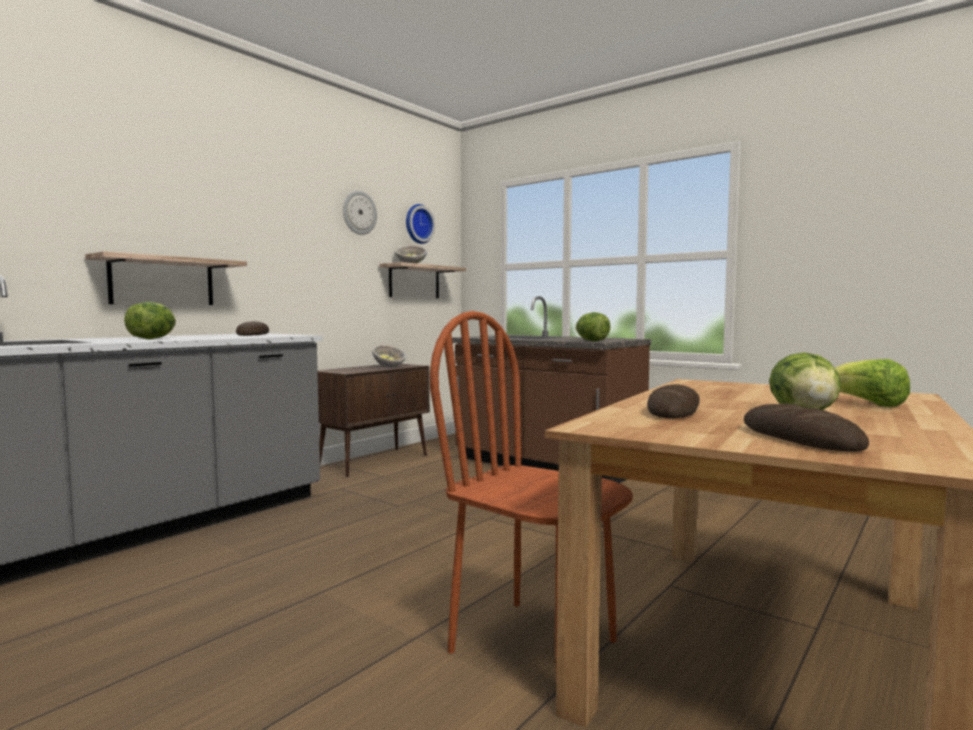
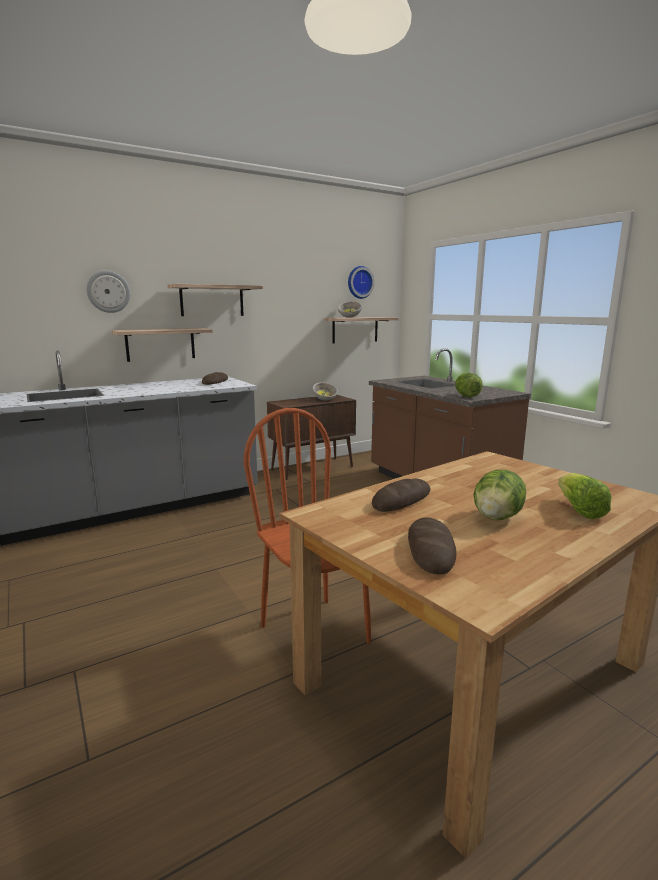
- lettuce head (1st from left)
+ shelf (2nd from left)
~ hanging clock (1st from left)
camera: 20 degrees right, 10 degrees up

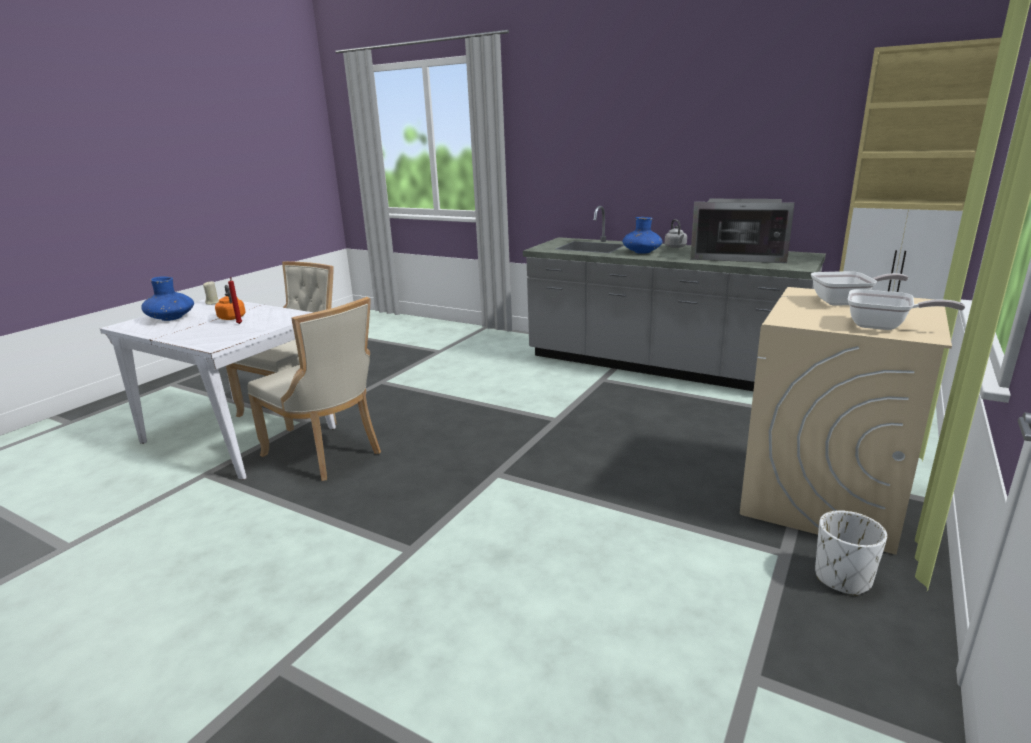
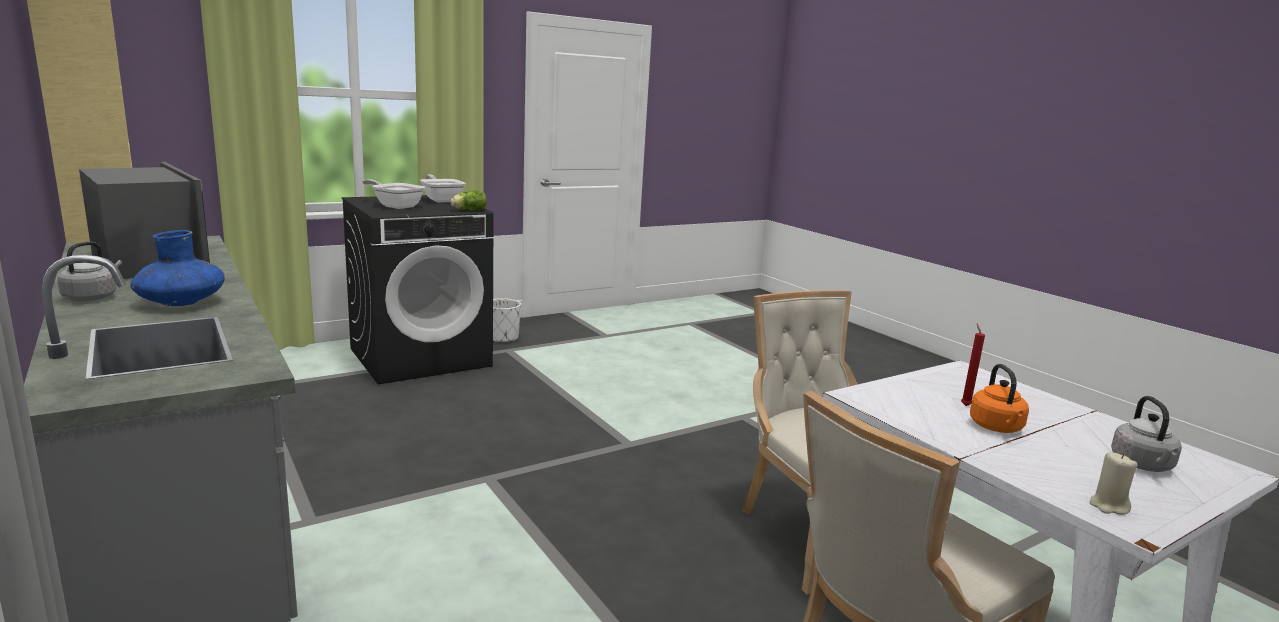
+ lettuce head
~ decorative vase (bluish) (1st from left) to kettle (greyish) (2nd from left)
~ washing machine (beige) to washing machine (black-coloured)
camera: 155 degrees left, 5 degrees down

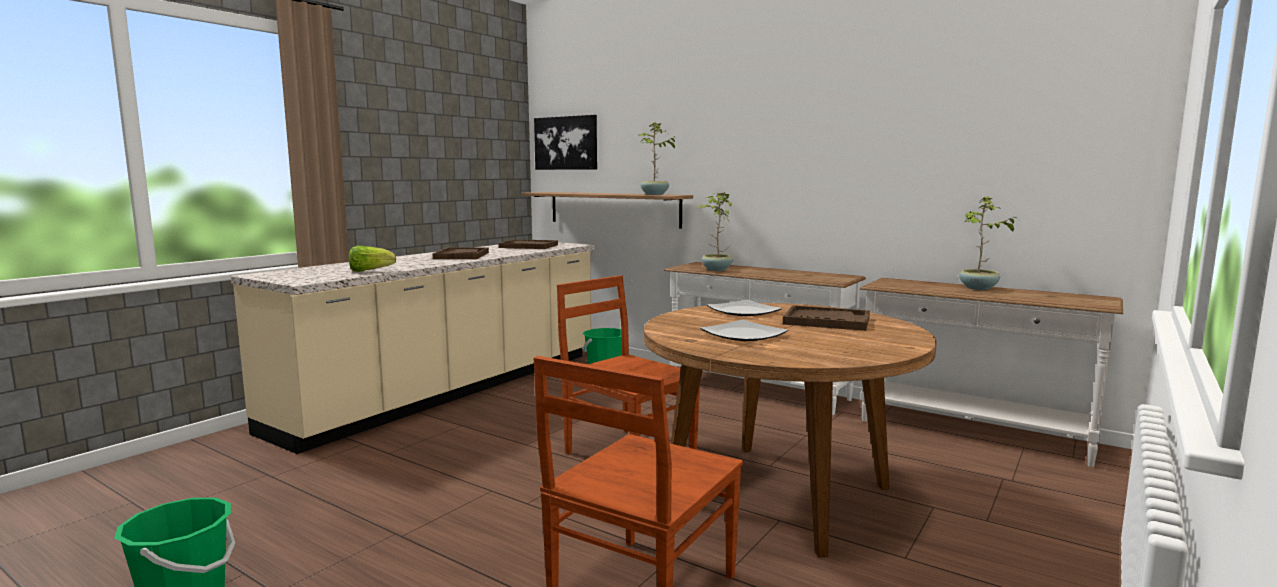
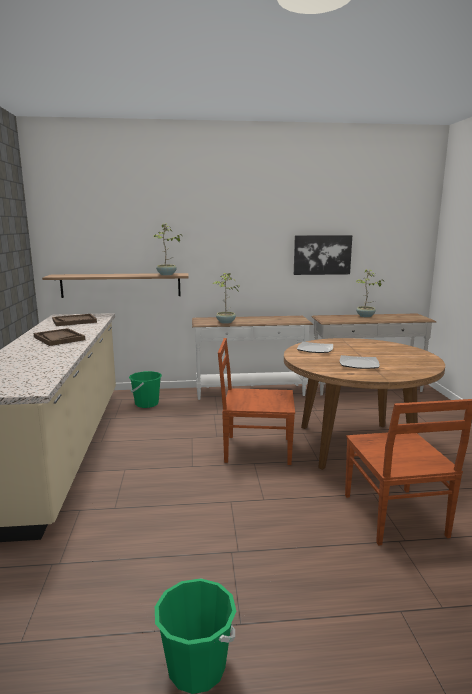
- lettuce head
- serving tray (brown-coloured) (3rd from left)
~ picture
camera: 40 degrees left, 5 degrees up

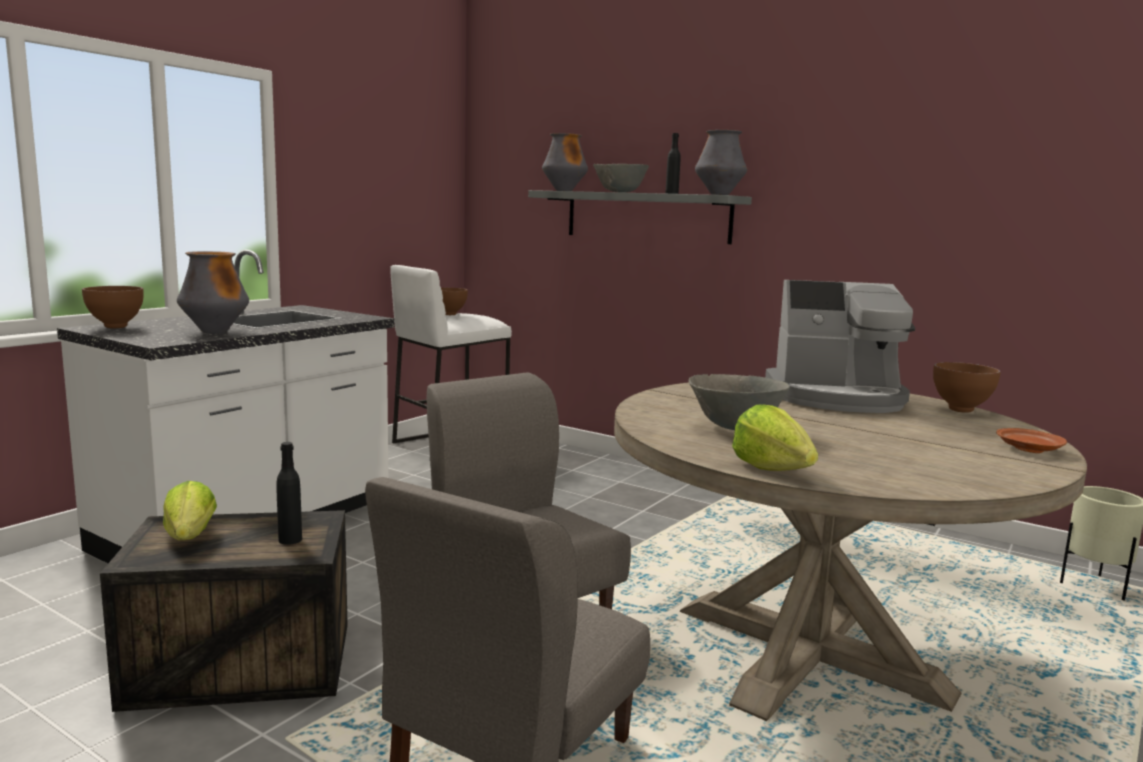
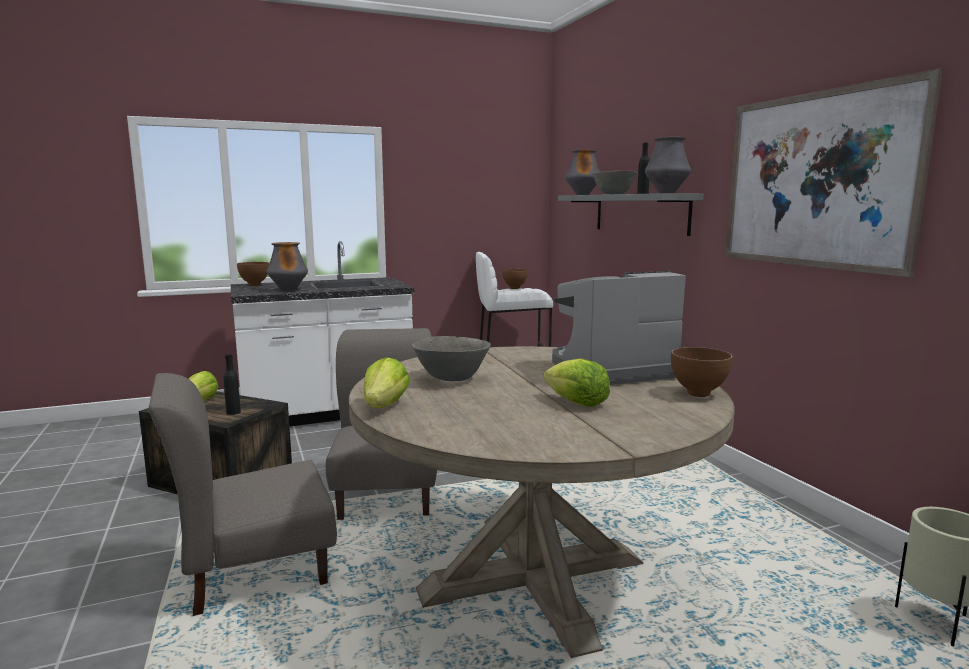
- flat dish (brown-coloured)
+ lettuce head (3rd from left)
+ picture
~ coffee brewer 120 degrees clockwise
camera: 35 degrees right, 0 degrees up

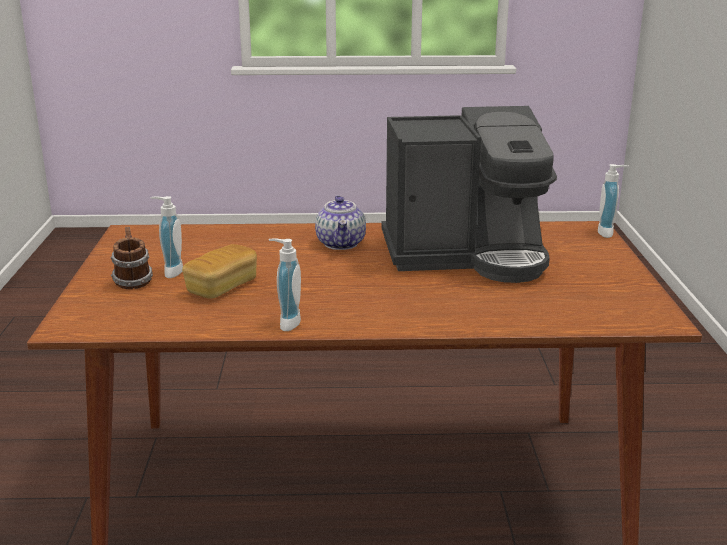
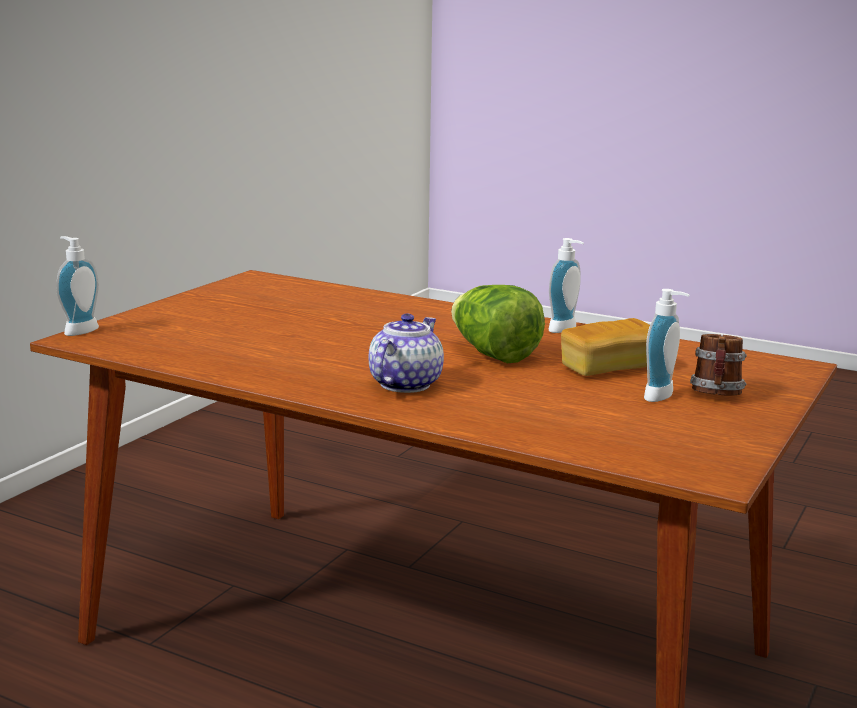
- coffee brewer
+ lettuce head
camera: 150 degrees left, 5 degrees down

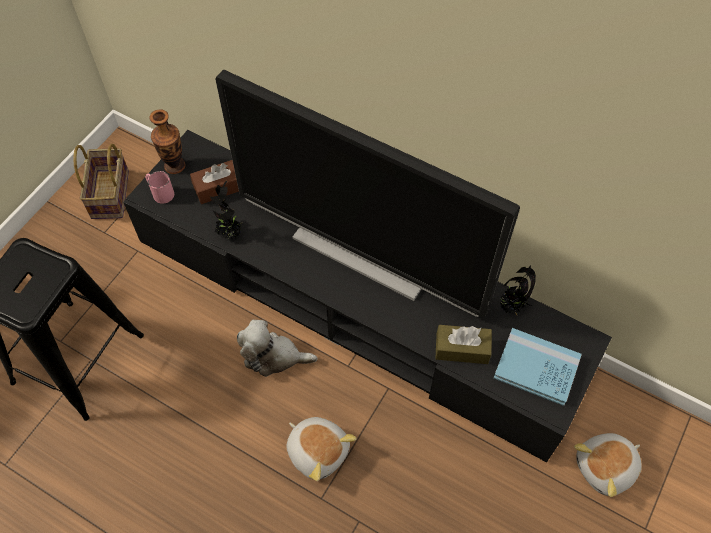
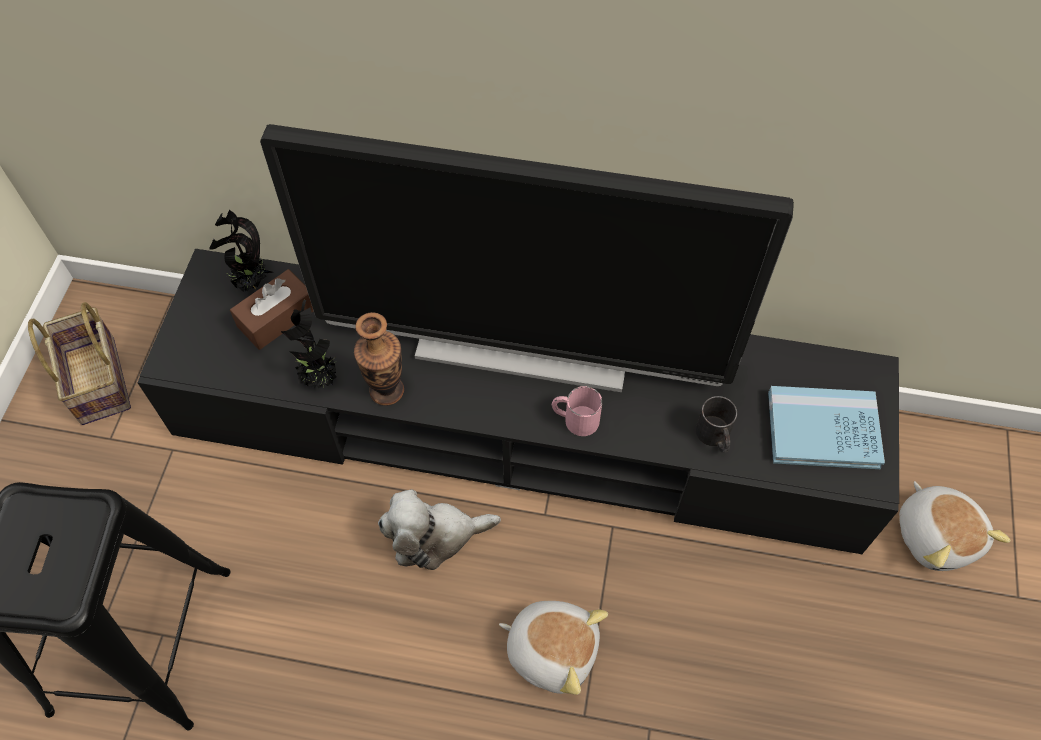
~ mug (pink)
~ decorative vase
~ plant in a pot (2nd from left in the first image) to plant in a pot (1st from left)
~ box of tissues (brown-coloured) (2nd from left) to mug (black-coloured)
~ cuddly toy (3rd from left) 60 degrees counterclockwise
camera: 20 degrees left, 0 degrees up

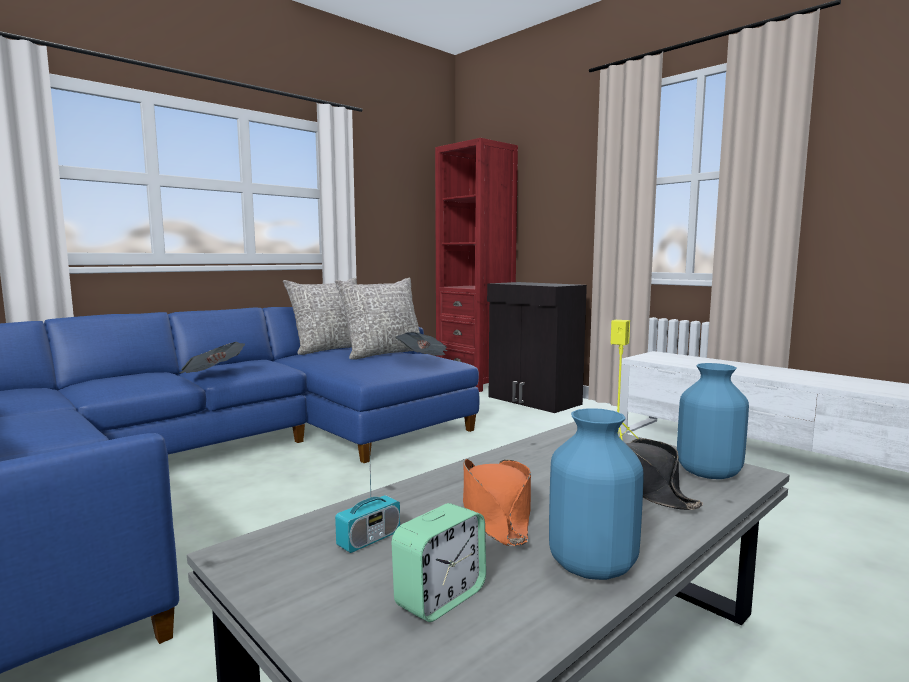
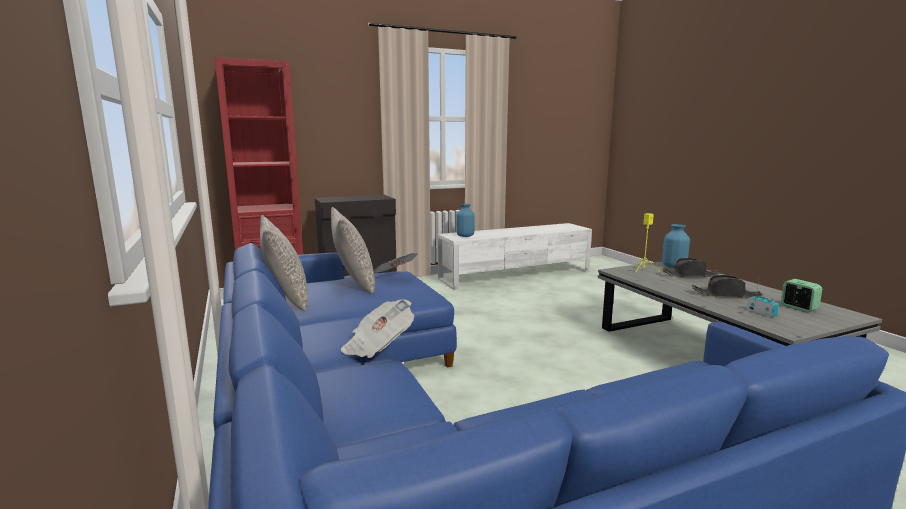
~ decorative vase (bluish) (1st from left)
~ clothing hat (orange) to clothing hat (black-coloured) (2nd from left)
camera: 70 degrees left, 5 degrees up

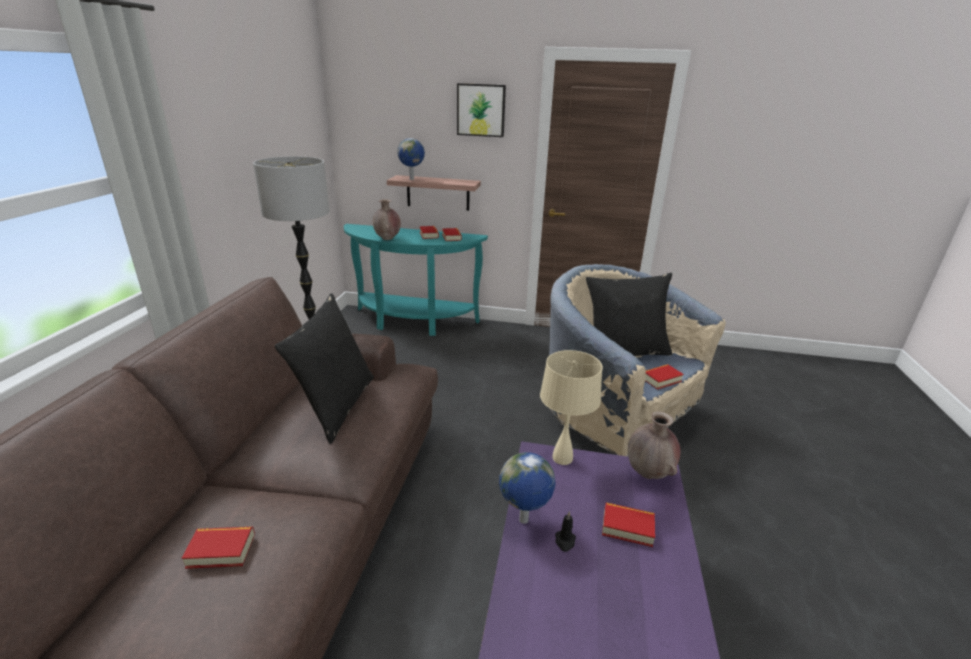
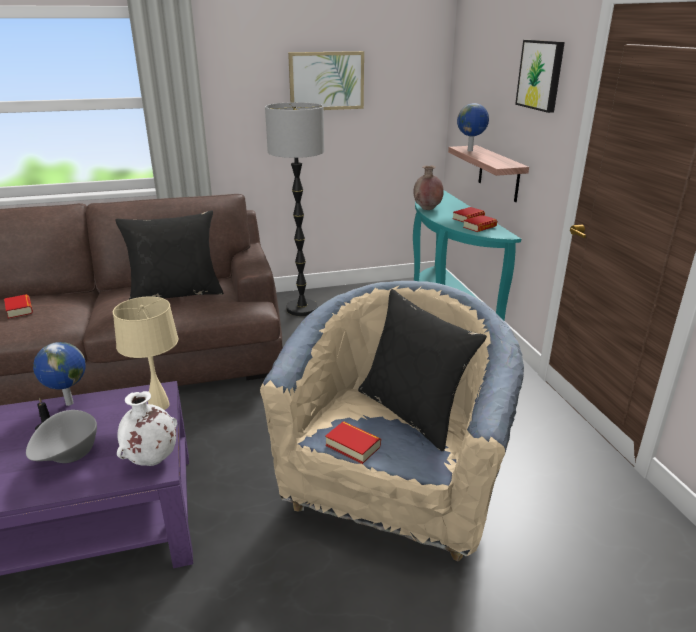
+ picture (1st from left)
~ bound book (4th from left) to serving bowl (greyish)
~ decorative vase (brown-coloured) (2nd from left) to decorative vase (white)
camera: 65 degrees right, 0 degrees up

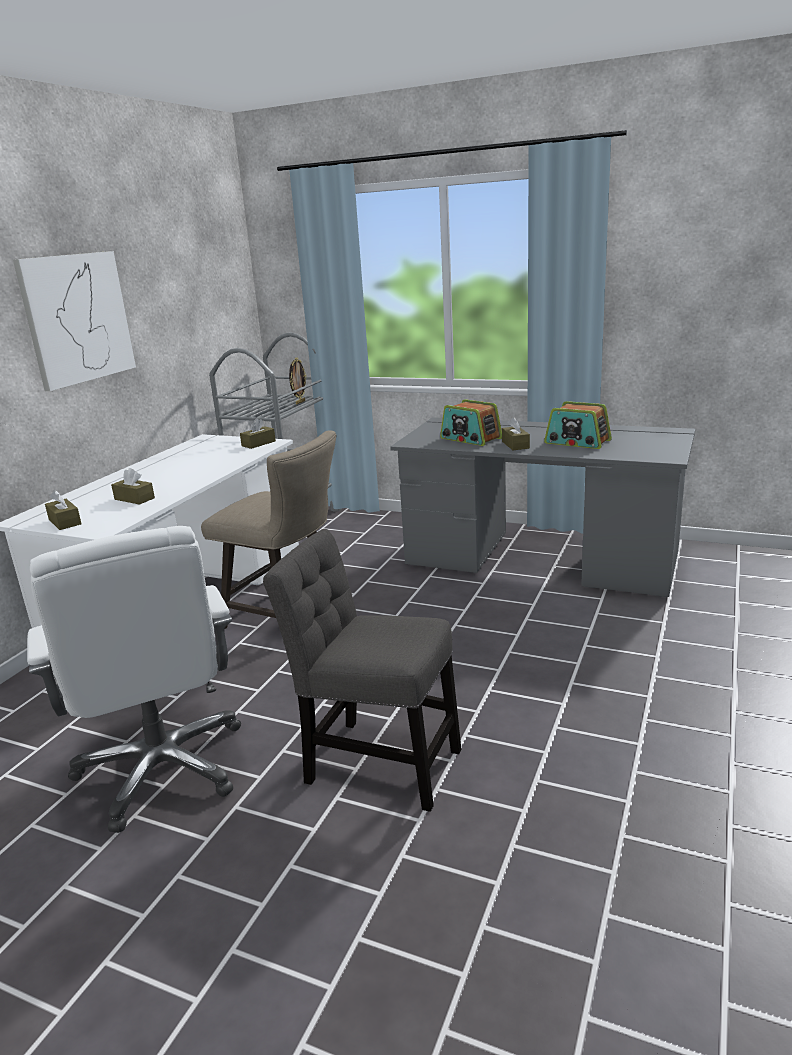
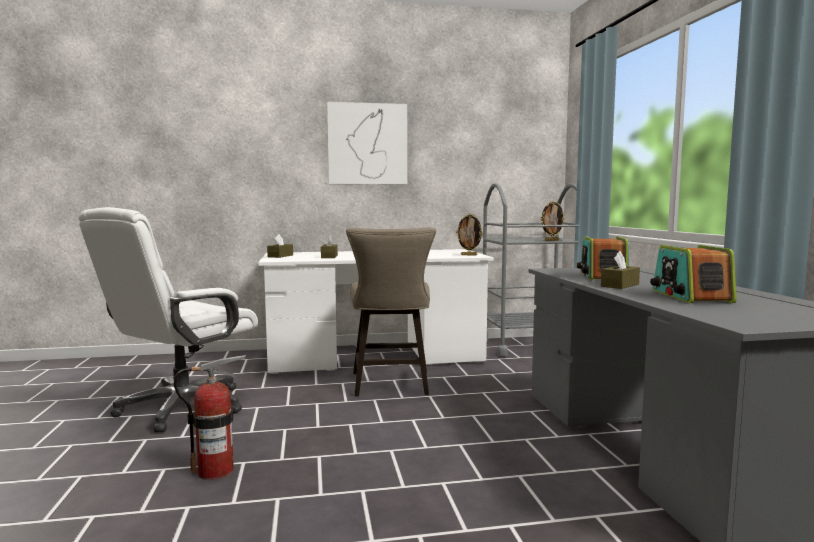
~ box of tissues (brown-coloured) (3rd from left) to photo frame (1st from left)
~ plain chair (greyish) to extinguisher
camera: 55 degrees right, 15 degrees down

